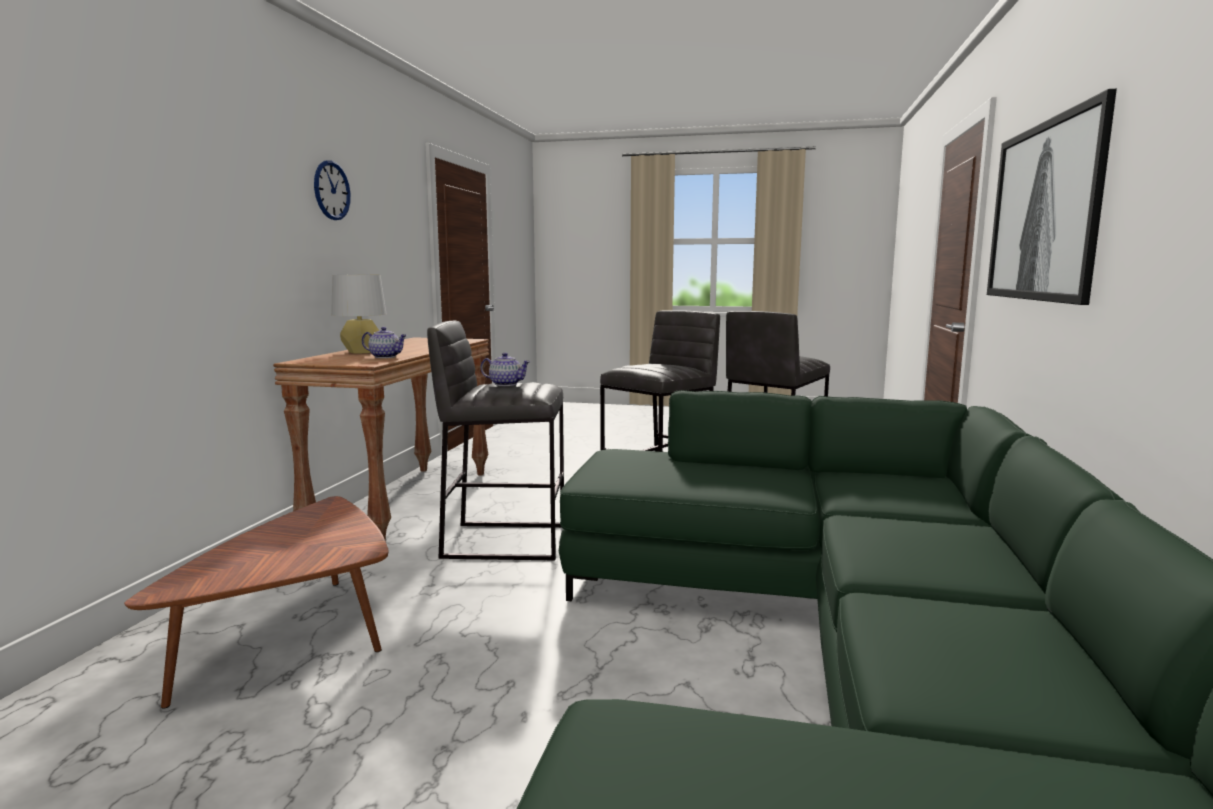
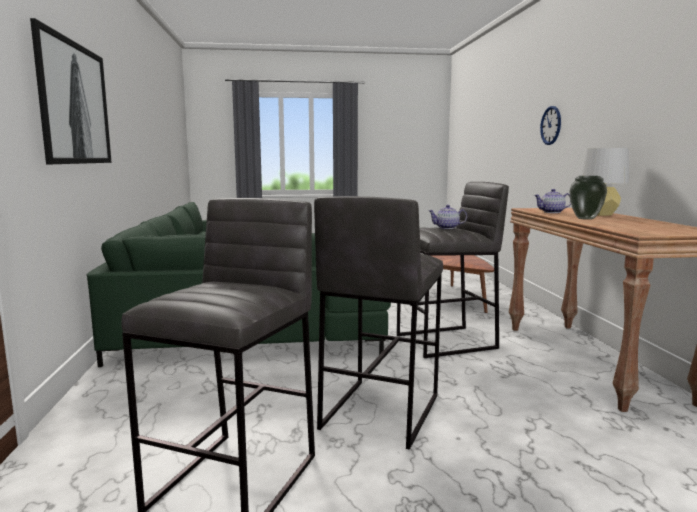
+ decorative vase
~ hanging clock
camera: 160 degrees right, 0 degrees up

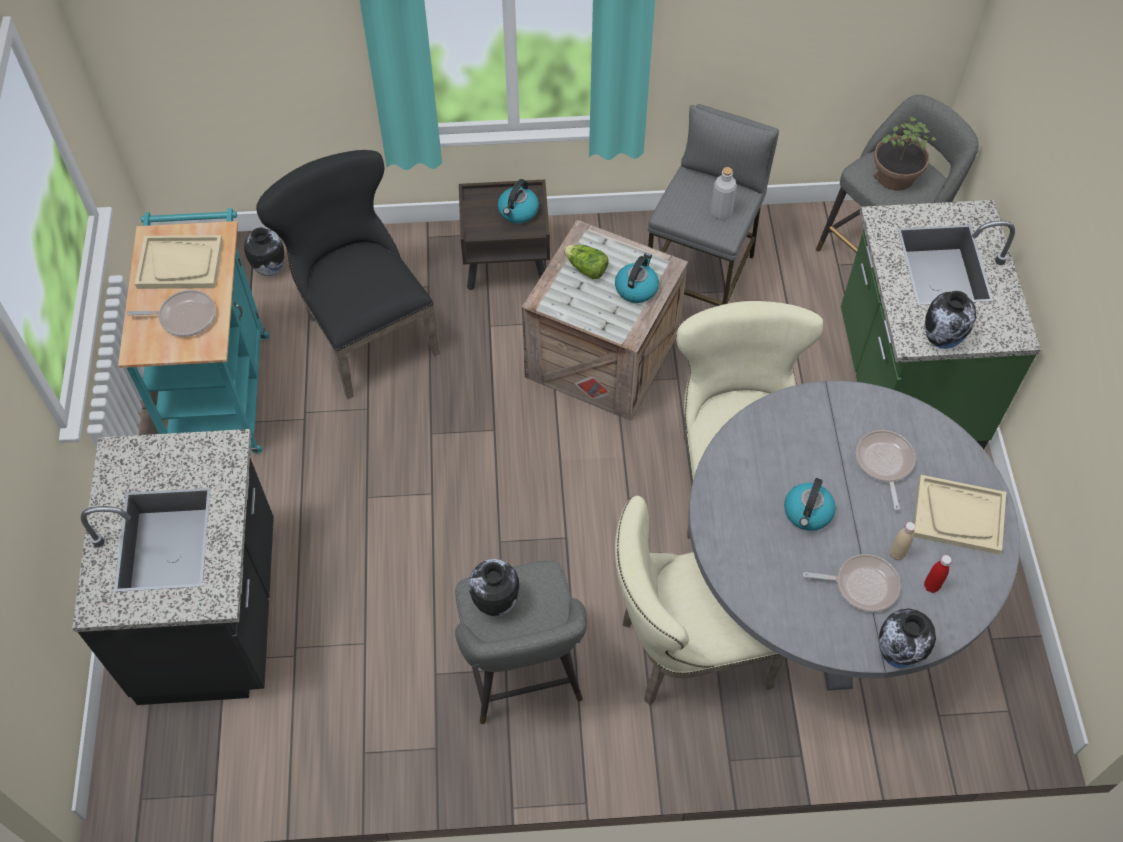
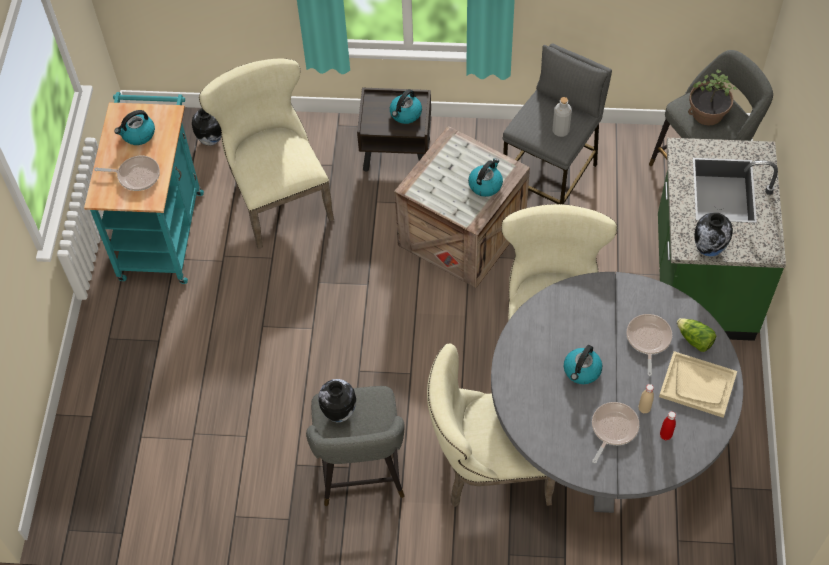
- kitchen base unit (black-coloured)
- decorative vase (3rd from left)
~ lettuce head
~ serving tray (beige) (1st from left) to kettle (1st from left)
~ plain chair (black-coloured) to plain chair (beige) (1st from left)
~ skillet (2nd from left) 75 degrees counterclockwise
camera: 10 degrees right, 0 degrees up

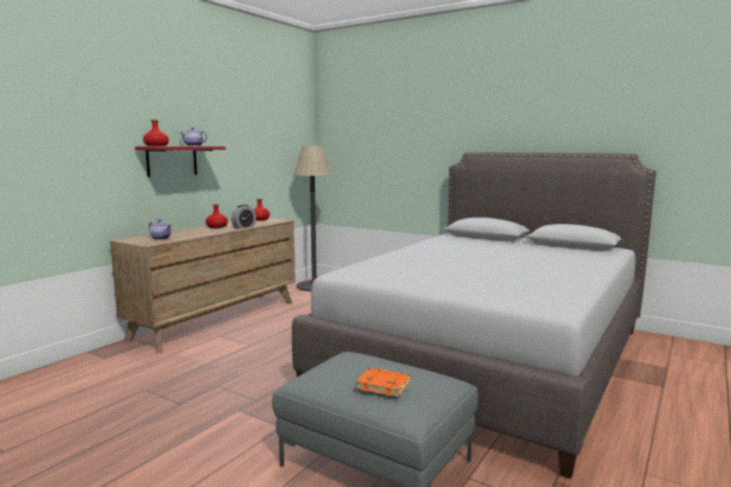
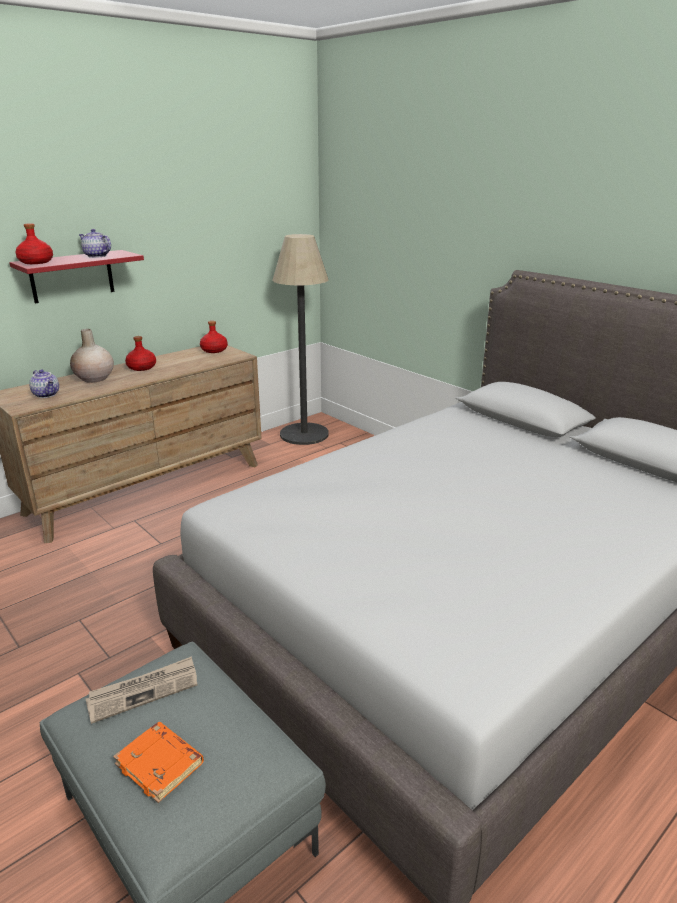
- bedside clock
+ decorative vase (beige)
+ daily paper
camera: 15 degrees right, 15 degrees up

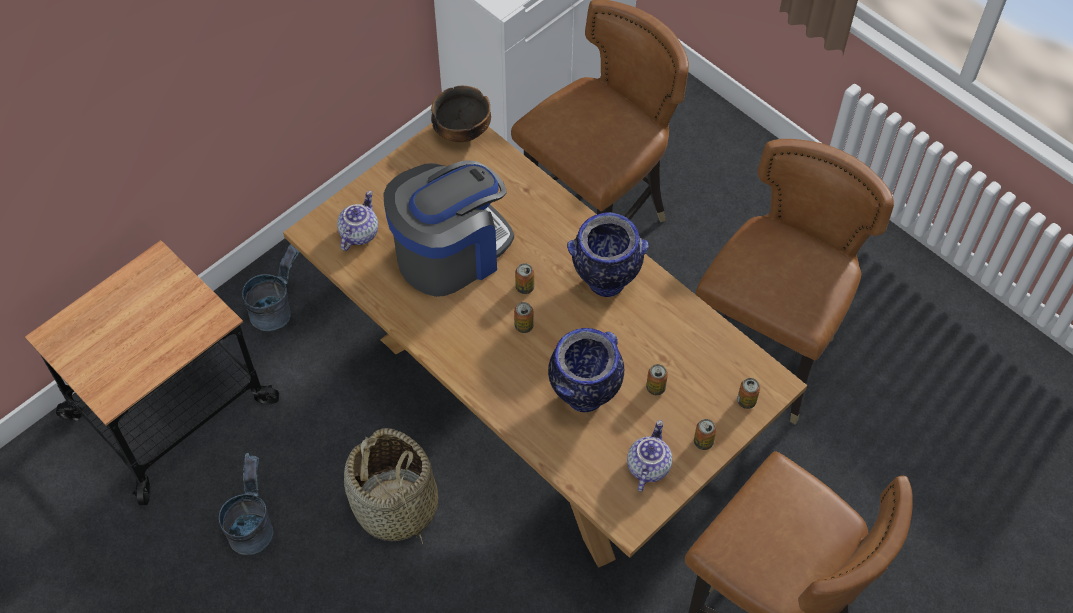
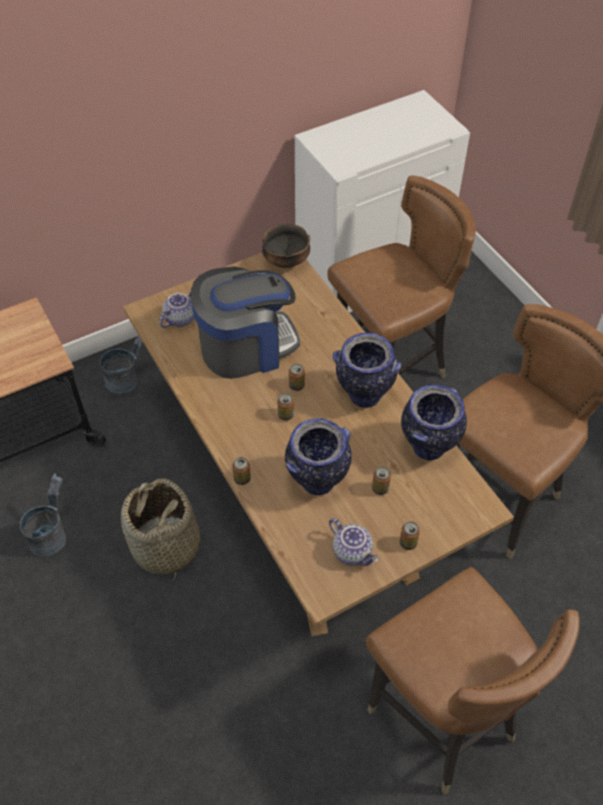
+ decorative vase (3rd from left)
~ sealed can (5th from left in the first image) to sealed can (1st from left)
~ pot for tea (2nd from left) 105 degrees clockwise
camera: 15 degrees right, 5 degrees down

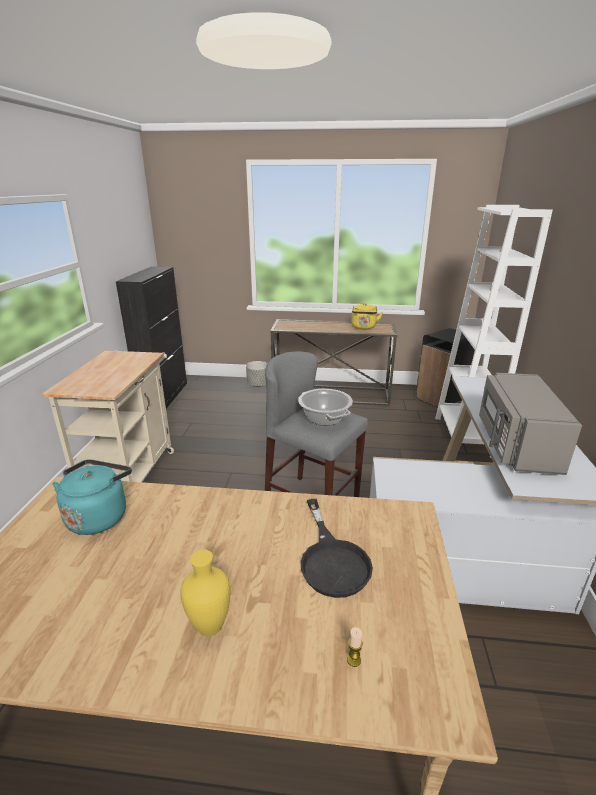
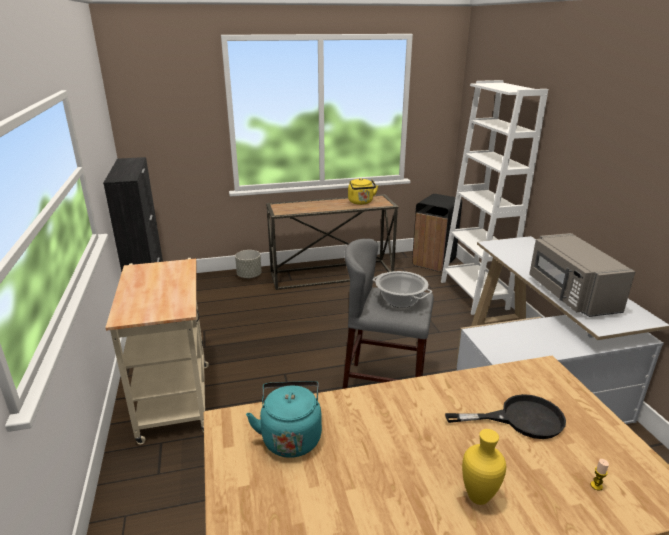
~ skillet (black-coloured) 60 degrees counterclockwise
camera: 20 degrees left, 0 degrees up

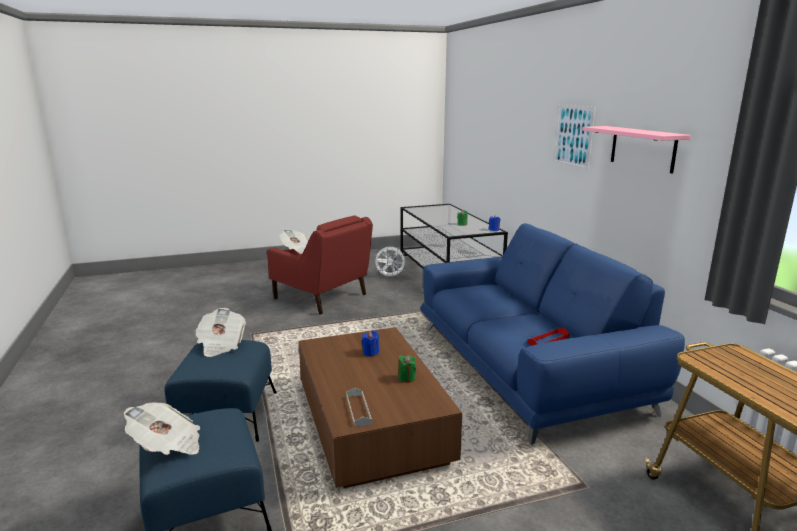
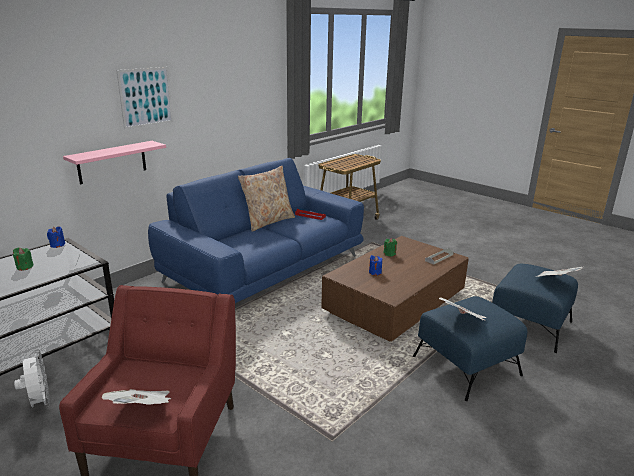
+ cushion (beige)
~ shelf (pink)
camera: 120 degrees left, 5 degrees up

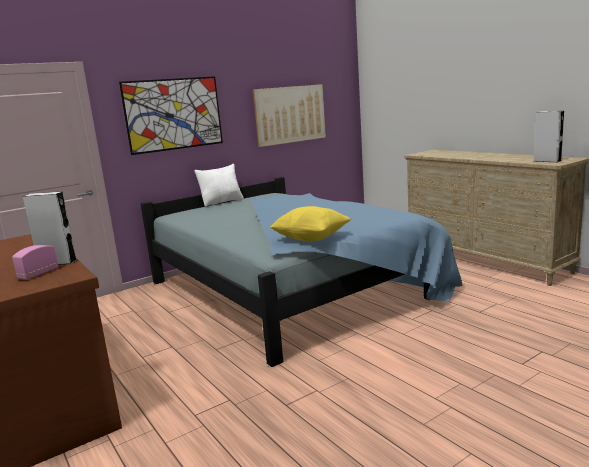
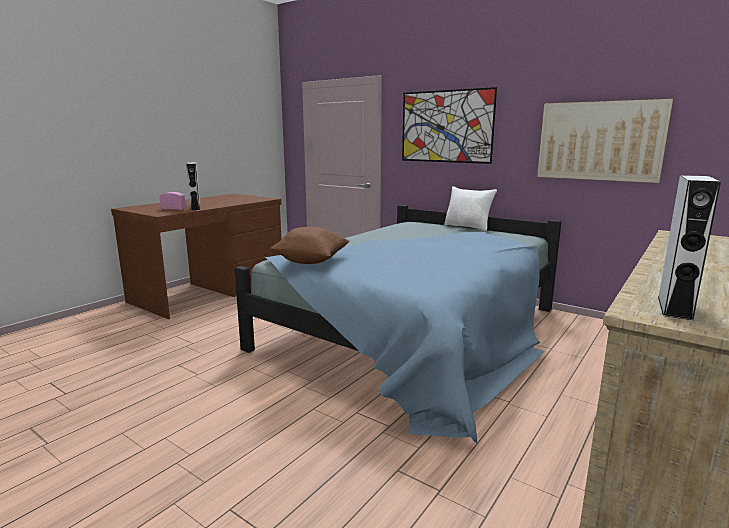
~ cushion (yellow-coloured) to cushion (brown-coloured)
camera: 70 degrees right, 0 degrees up

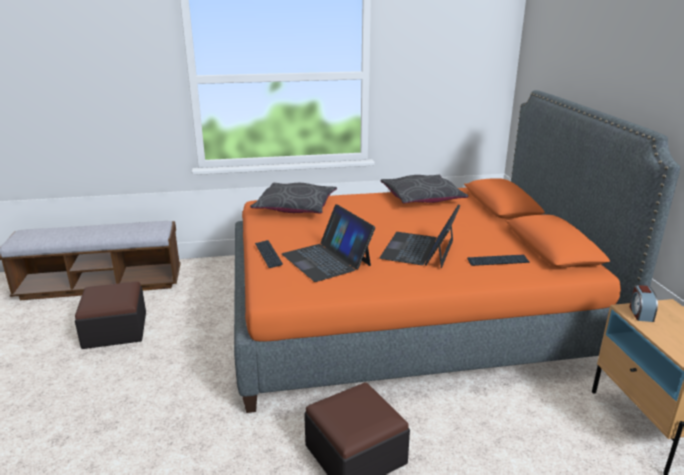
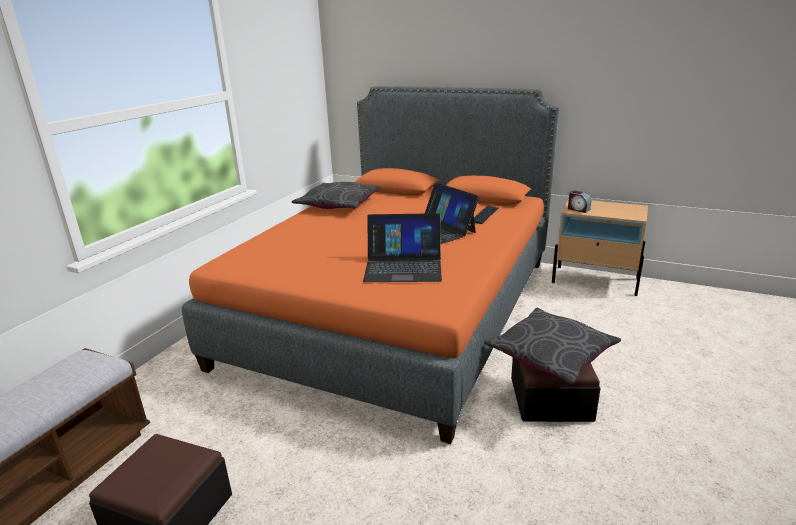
- PC keyboard (1st from left)
~ cushion (greyish) (1st from left in the first image) to cushion (greyish) (2nd from left)
camera: 55 degrees left, 0 degrees up

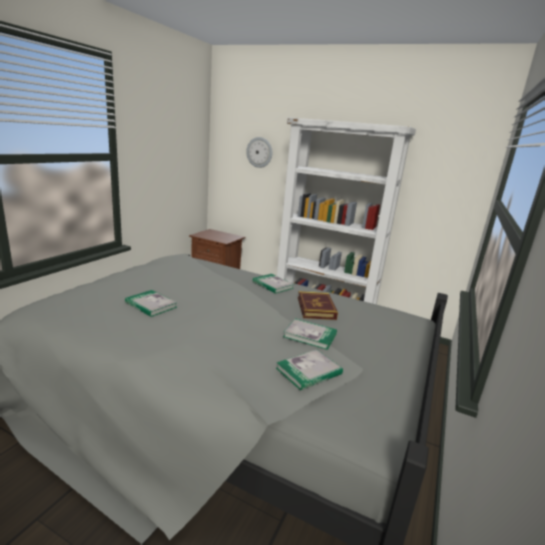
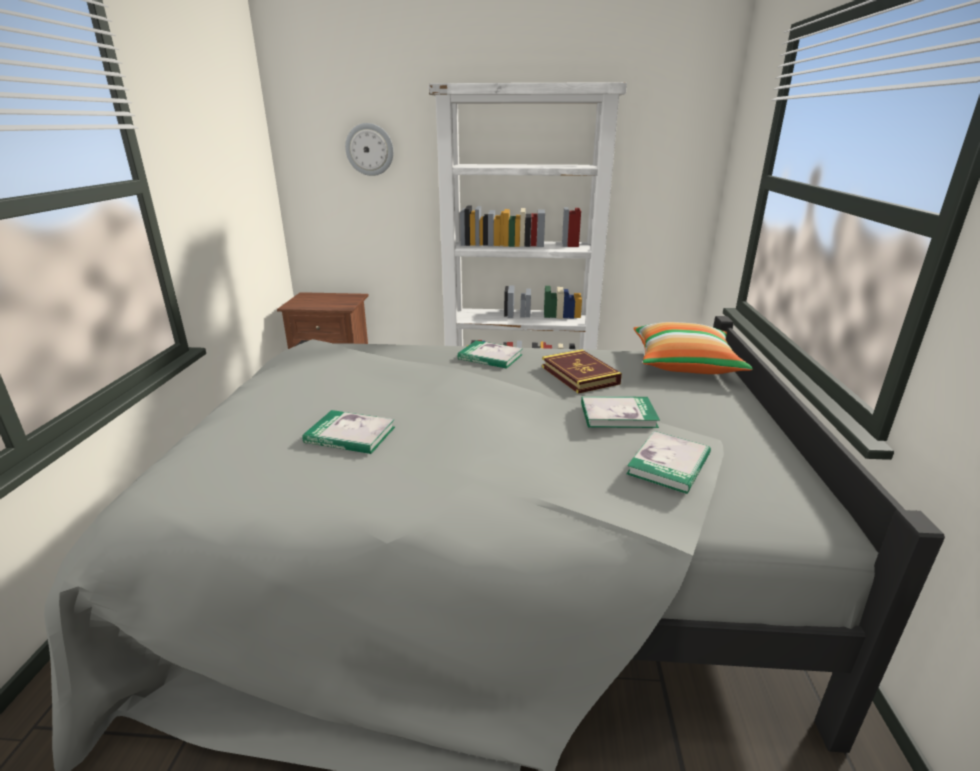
+ cushion
camera: 20 degrees left, 5 degrees up

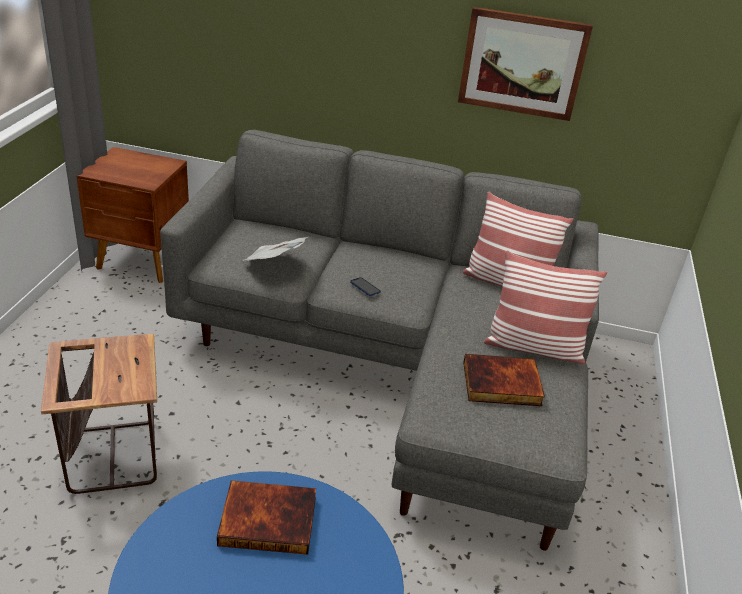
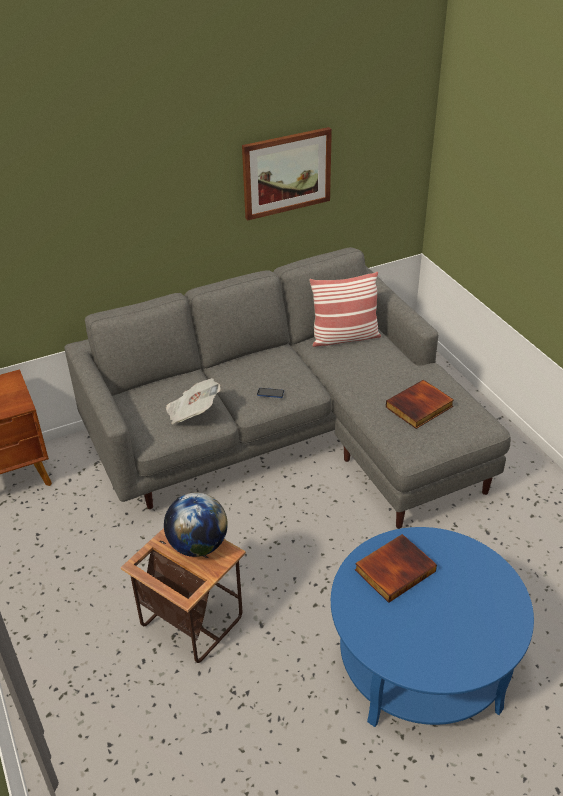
- cushion (2nd from left)
+ world globe
camera: 35 degrees left, 5 degrees up

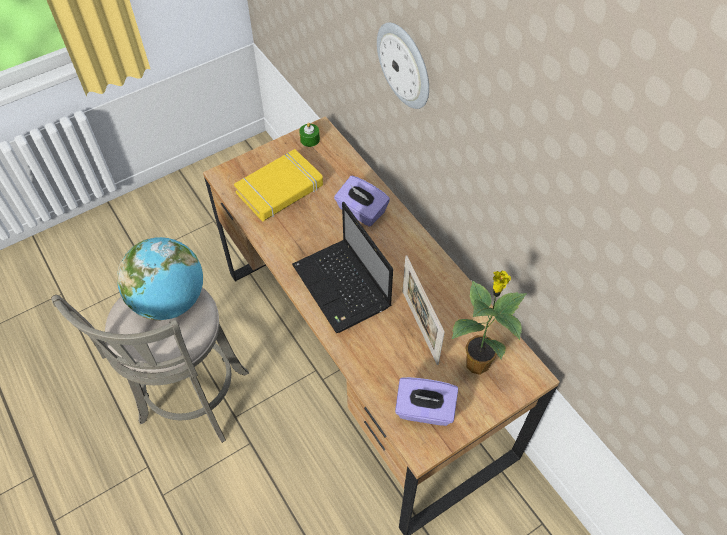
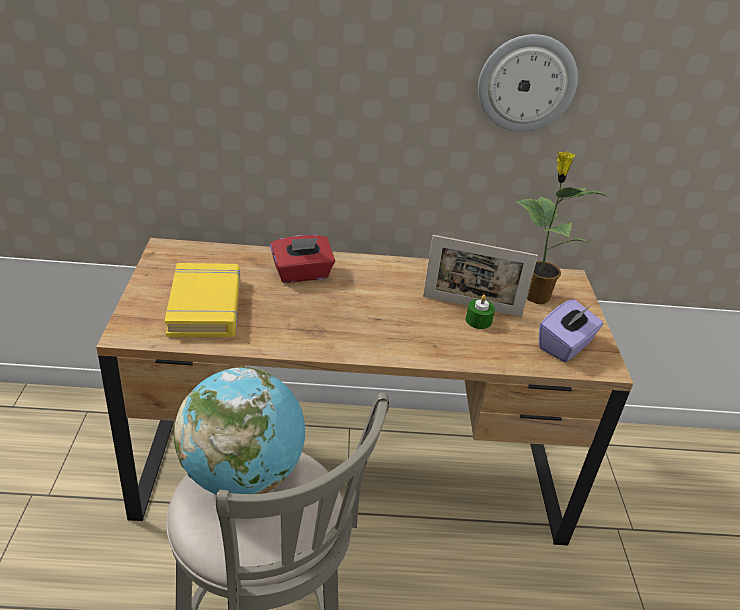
- laptop
~ candle (green-coloured)
~ hanging clock
~ box of tissues (purple-coloured) (1st from left) to box of tissues (red-coloured)
camera: 60 degrees left, 20 degrees down

